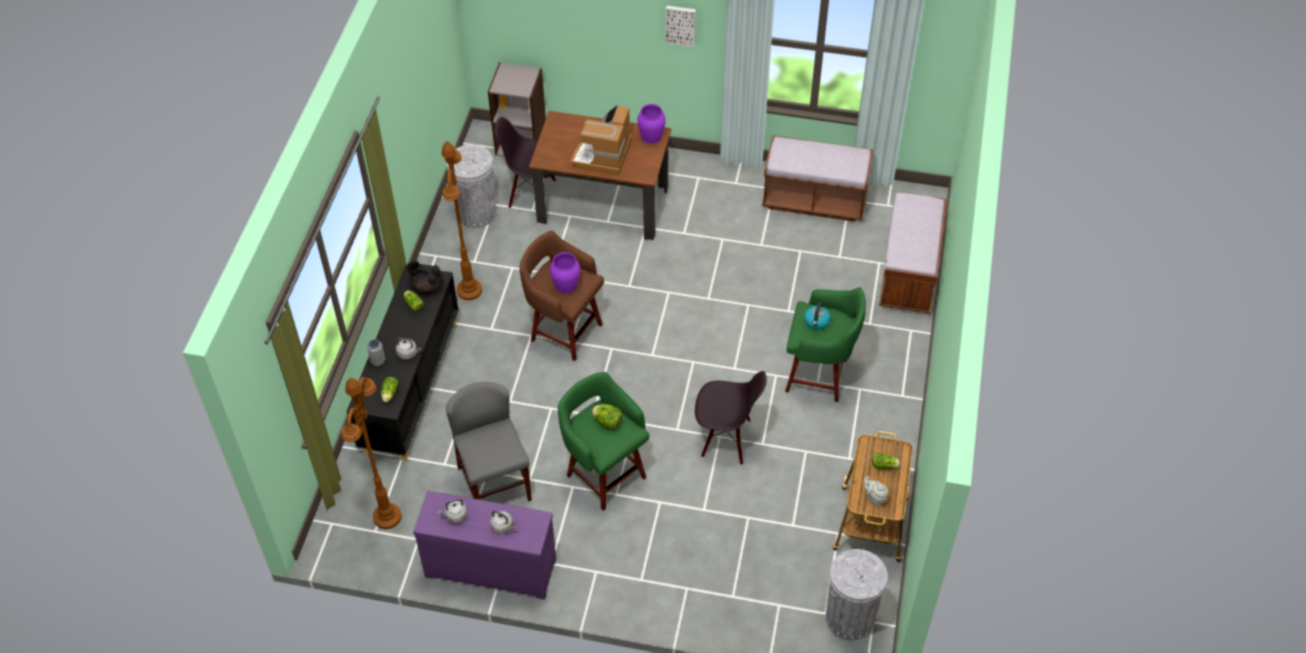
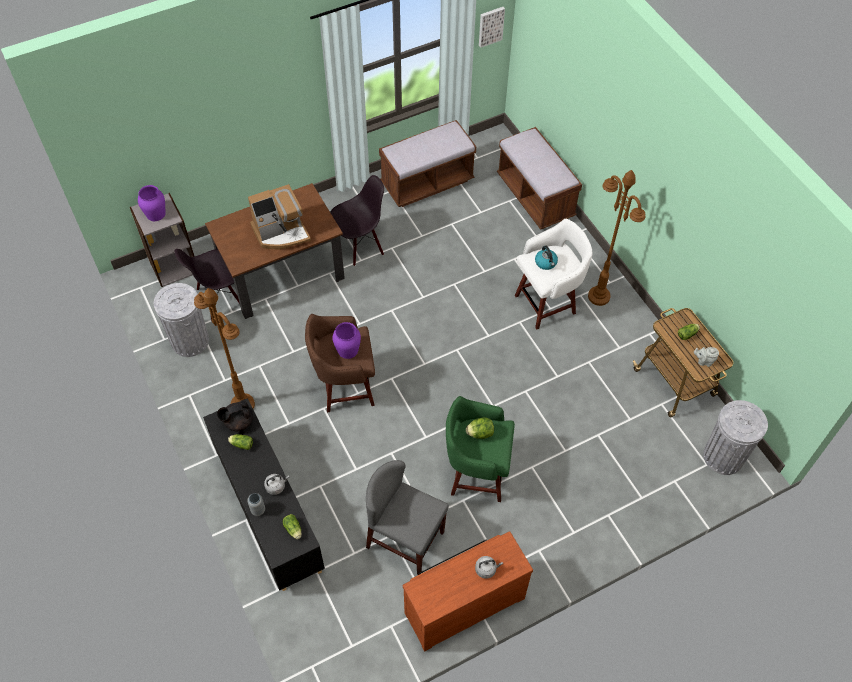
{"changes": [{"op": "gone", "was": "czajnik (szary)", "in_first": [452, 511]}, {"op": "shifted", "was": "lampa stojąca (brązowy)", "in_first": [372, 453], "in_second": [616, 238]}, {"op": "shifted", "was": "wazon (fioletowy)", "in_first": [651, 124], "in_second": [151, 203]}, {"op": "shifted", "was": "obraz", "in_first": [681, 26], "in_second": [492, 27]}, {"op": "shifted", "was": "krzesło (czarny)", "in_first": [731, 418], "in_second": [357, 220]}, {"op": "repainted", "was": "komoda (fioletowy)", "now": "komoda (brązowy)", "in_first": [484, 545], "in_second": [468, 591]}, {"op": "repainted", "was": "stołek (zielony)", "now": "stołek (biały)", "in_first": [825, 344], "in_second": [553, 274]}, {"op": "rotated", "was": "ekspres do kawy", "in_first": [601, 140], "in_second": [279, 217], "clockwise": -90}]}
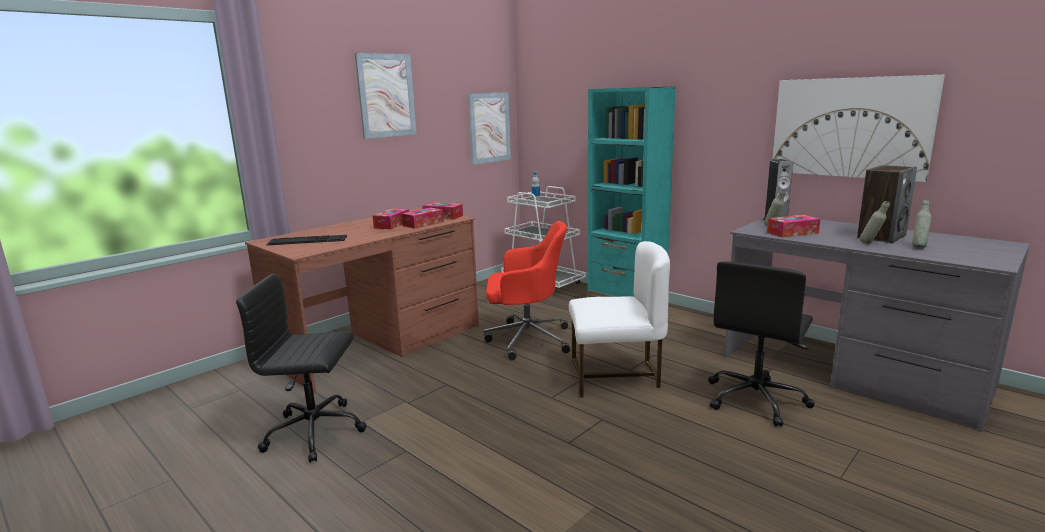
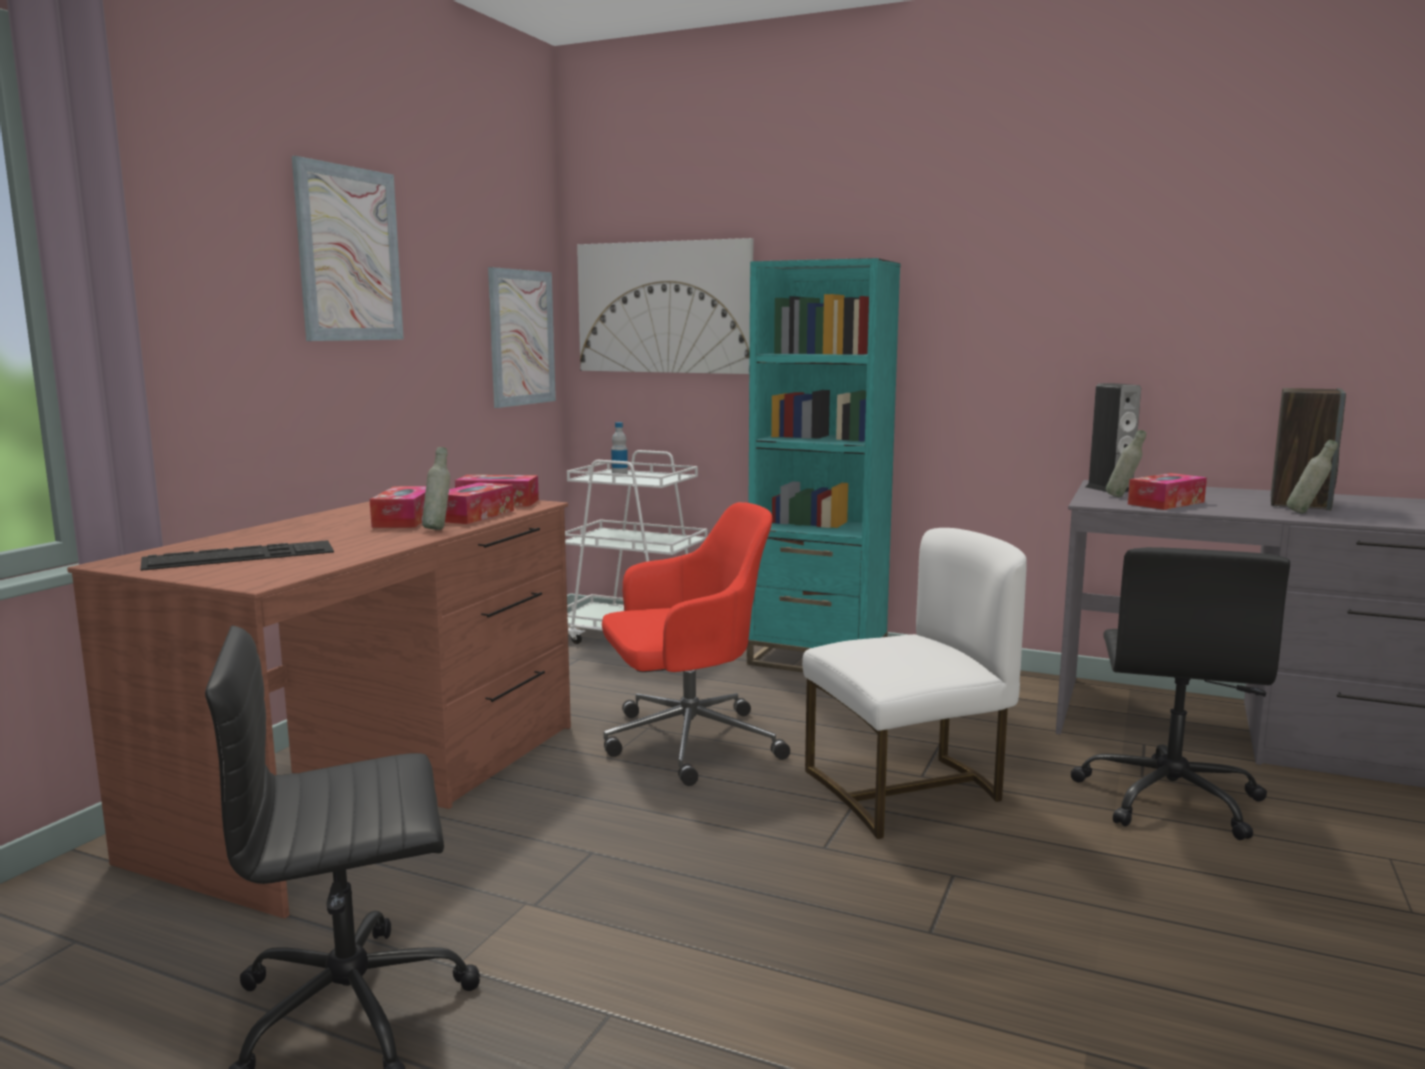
{"changes": [{"op": "shifted", "was": "obraz", "in_first": [859, 128], "in_second": [665, 306]}, {"op": "shifted", "was": "butelka (szary)", "in_first": [921, 224], "in_second": [436, 488]}]}
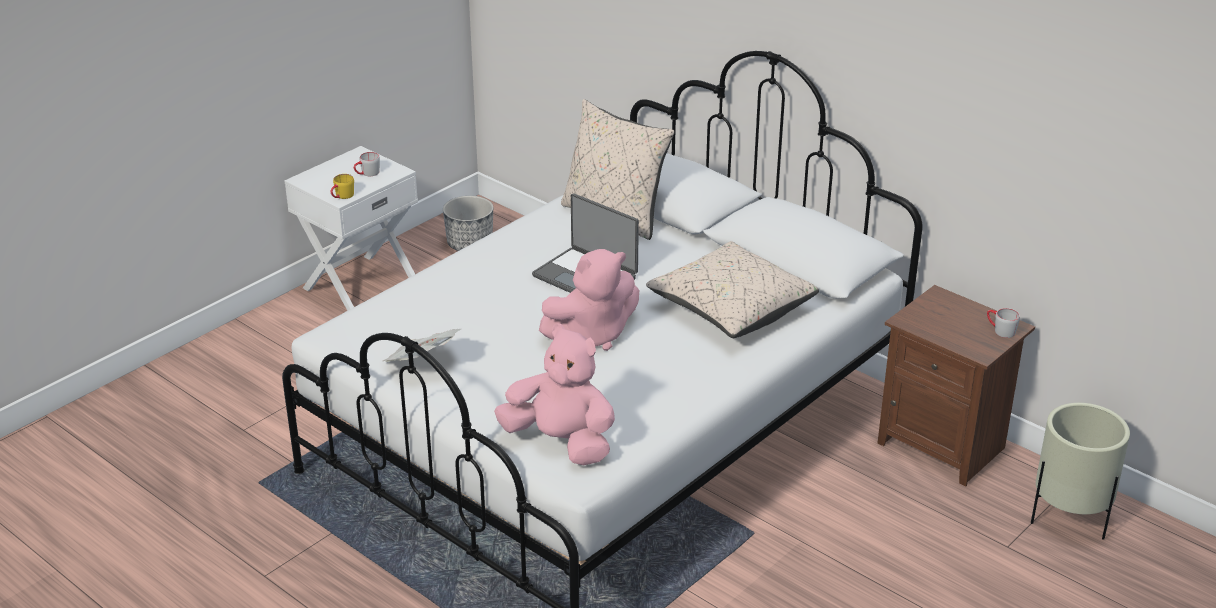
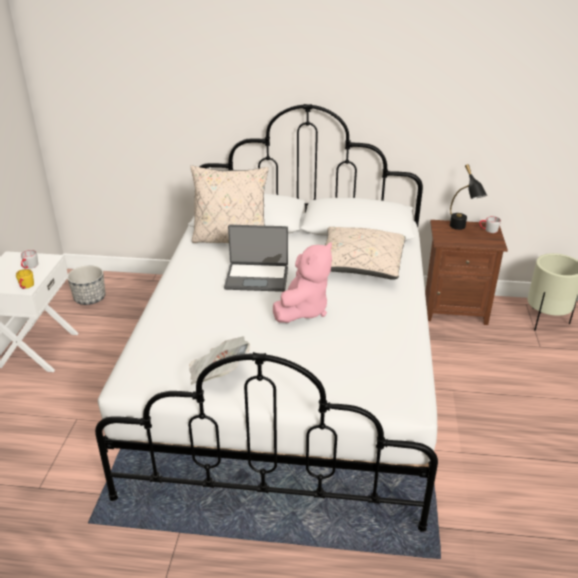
{"changes": [{"op": "gone", "was": "pluszak (różowy)", "in_first": [554, 394]}, {"op": "new", "now": "lampa stołowa (czarny)", "in_second": [468, 197]}]}
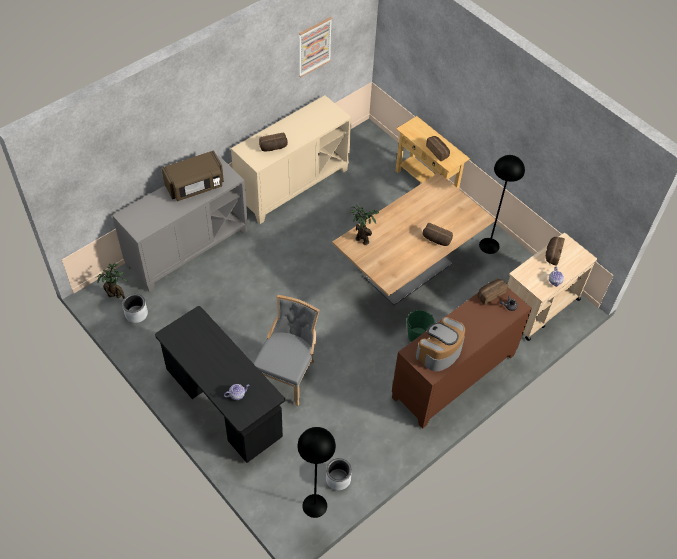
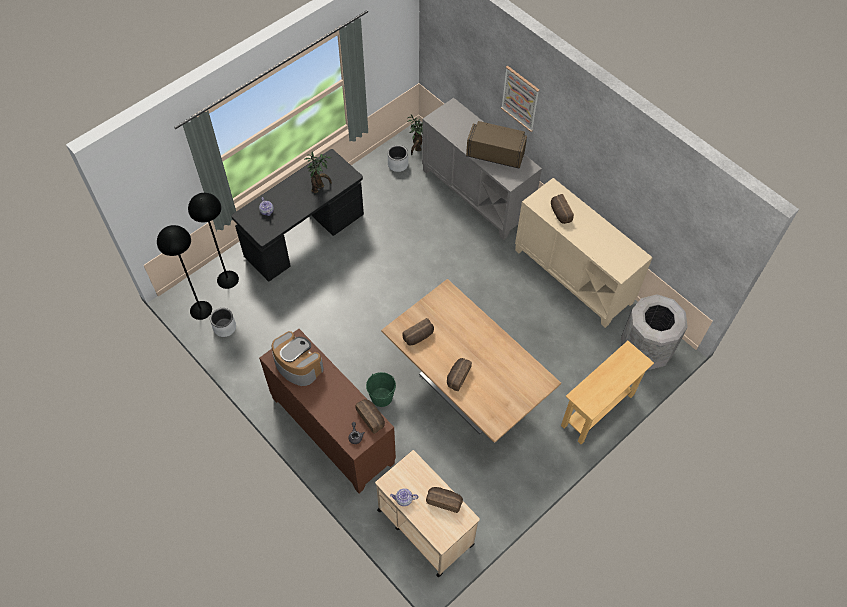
{"changes": [{"op": "gone", "was": "krzesło (szary)", "in_first": [286, 350]}, {"op": "new", "now": "kosz na śmieci (szary)", "in_second": [654, 332]}, {"op": "shifted", "was": "obraz", "in_first": [315, 47], "in_second": [520, 99]}, {"op": "shifted", "was": "roślina doniczkowa", "in_first": [365, 225], "in_second": [318, 172]}, {"op": "shifted", "was": "chleb", "in_first": [438, 148], "in_second": [418, 332]}, {"op": "shifted", "was": "lampa stojąca (czarny)", "in_first": [502, 204], "in_second": [213, 241]}, {"op": "rotated", "was": "mikrofalówka (brązowy)", "in_first": [193, 175], "in_second": [496, 145], "clockwise": 135}]}
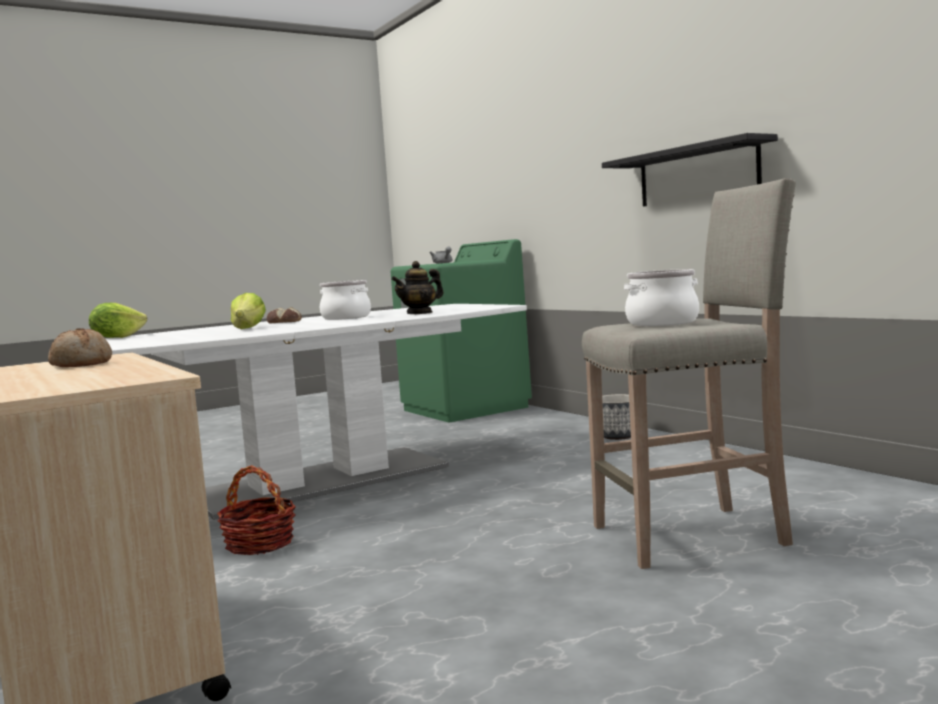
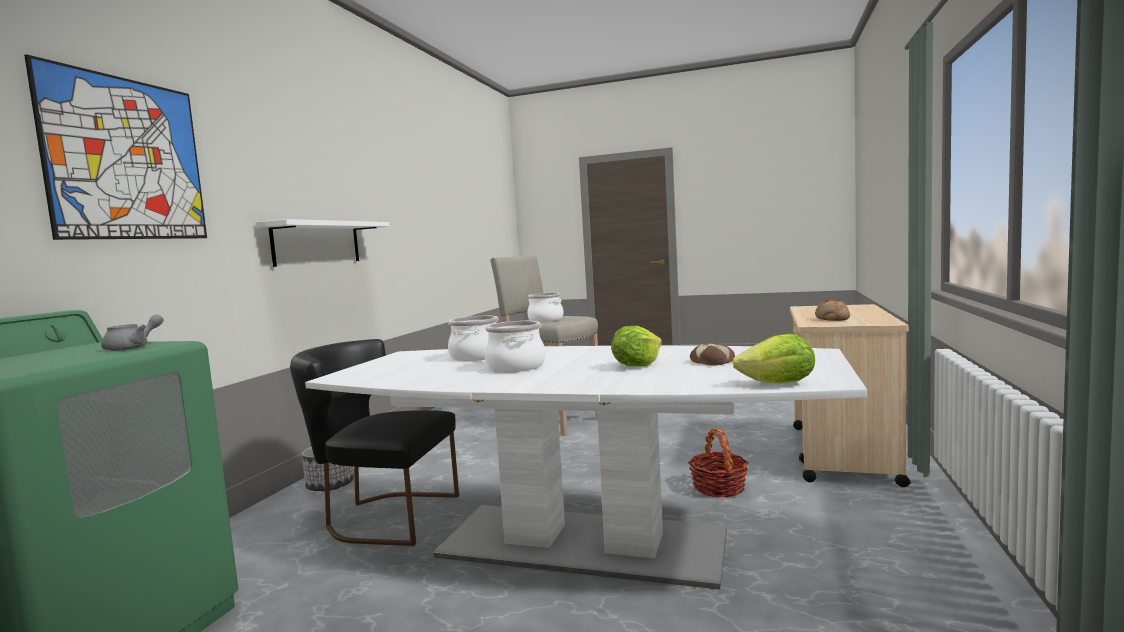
{"changes": [{"op": "new", "now": "obraz", "in_second": [115, 147]}, {"op": "new", "now": "krzesło (czarny)", "in_second": [374, 442]}, {"op": "shifted", "was": "chleb", "in_first": [284, 315], "in_second": [712, 354]}, {"op": "swapped", "was": "imbryk", "now": "garnek", "in_first": [417, 287], "in_second": [473, 338]}, {"op": "repainted", "was": "półka (czarny)", "now": "półka (biały)", "in_first": [690, 170], "in_second": [322, 243]}]}
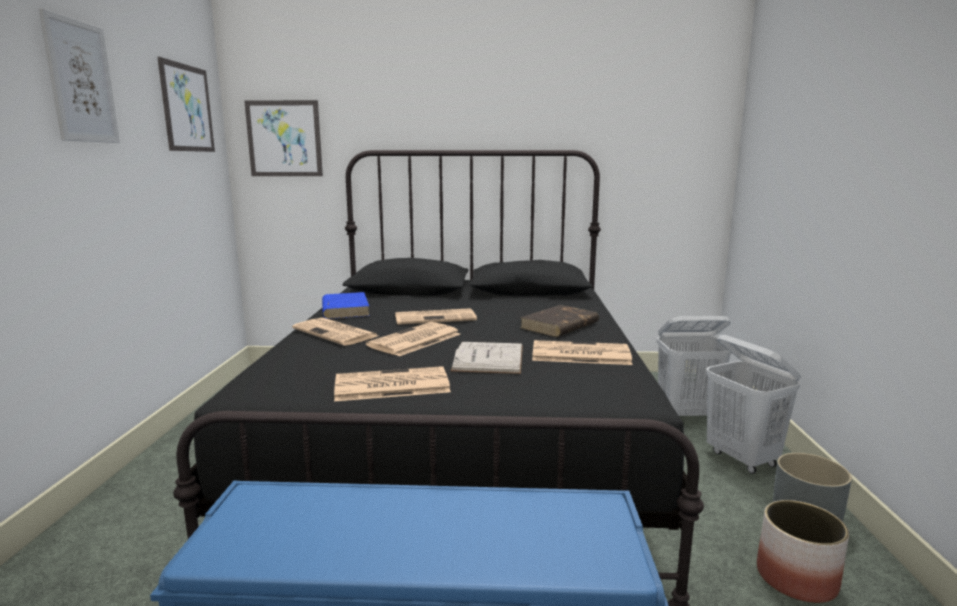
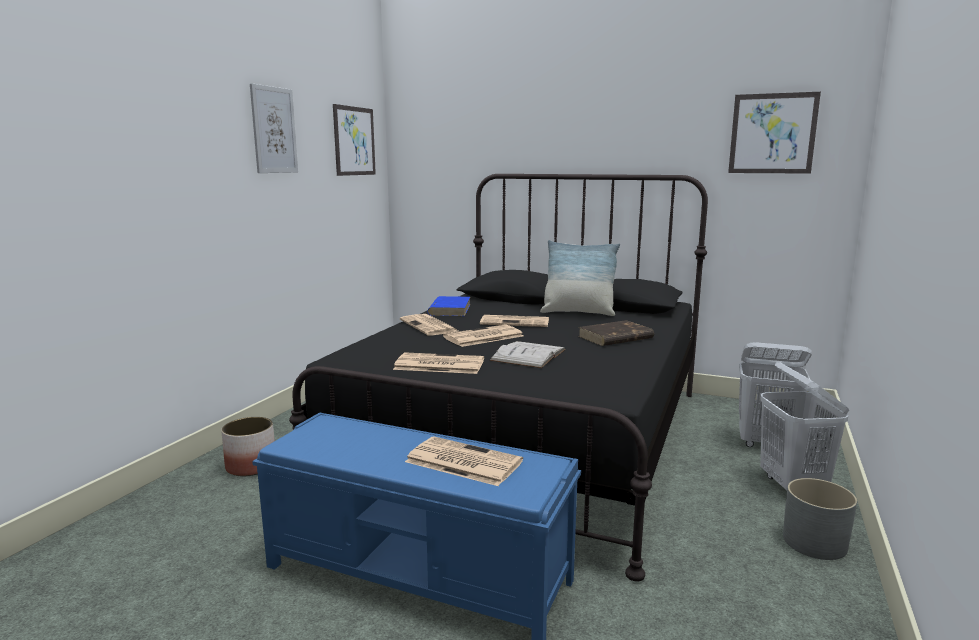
{"changes": [{"op": "new", "now": "poduszka", "in_second": [580, 278]}, {"op": "shifted", "was": "obraz", "in_first": [283, 138], "in_second": [774, 133]}, {"op": "shifted", "was": "gazeta", "in_first": [582, 352], "in_second": [464, 461]}, {"op": "shifted", "was": "donica", "in_first": [803, 551], "in_second": [248, 446]}]}
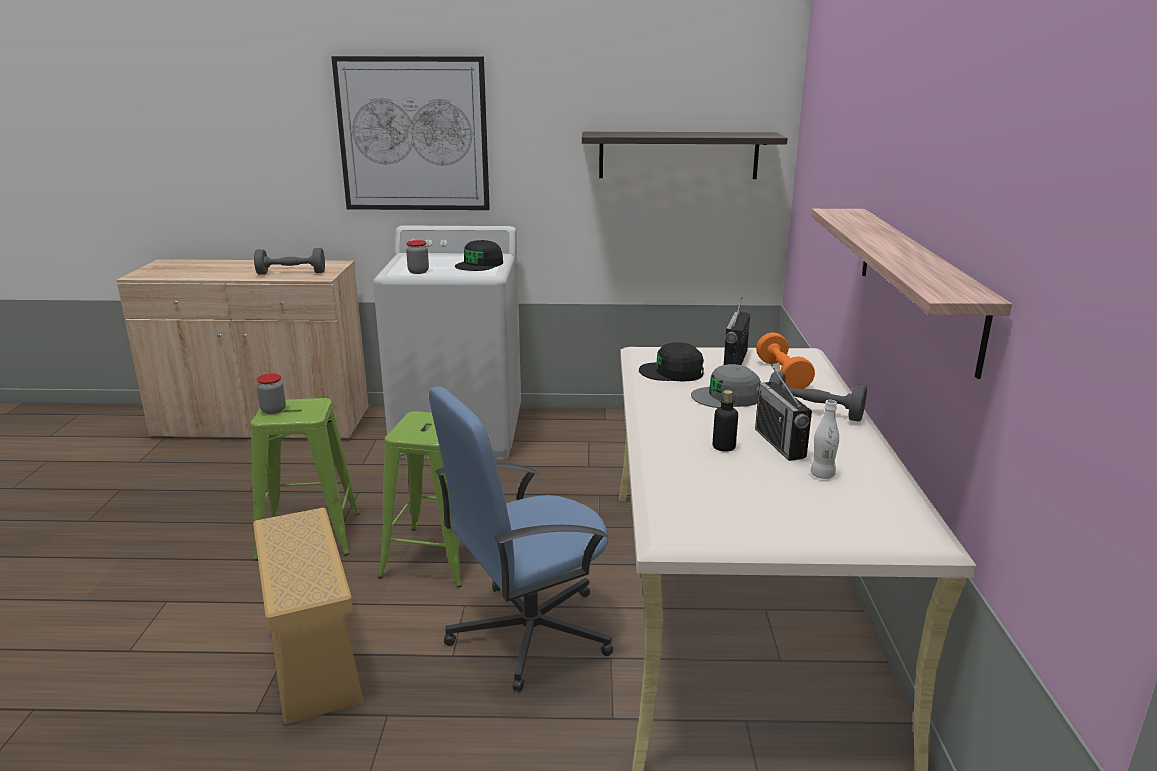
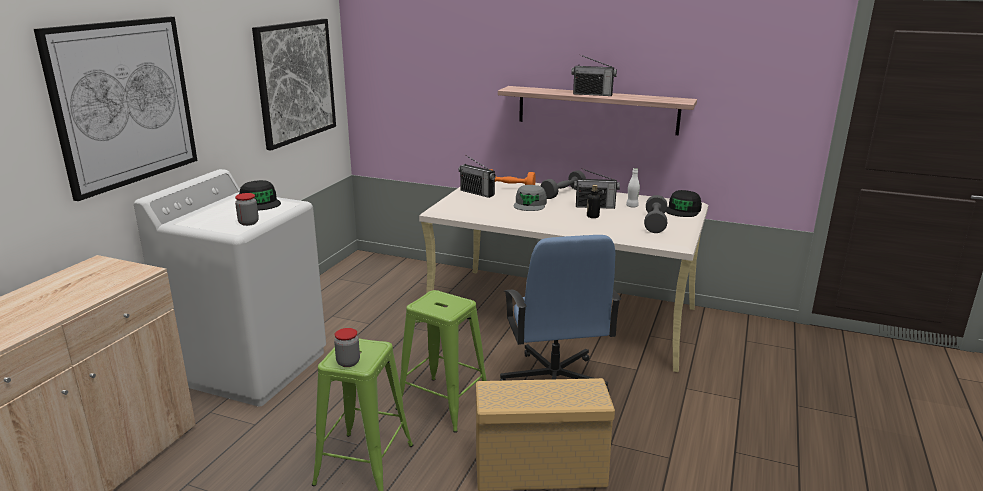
{"changes": [{"op": "new", "now": "radio", "in_second": [594, 75]}, {"op": "shifted", "was": "hantel (szary)", "in_first": [289, 261], "in_second": [655, 214]}, {"op": "shifted", "was": "czapka z daszkiem (czarny)", "in_first": [671, 362], "in_second": [684, 203]}, {"op": "swapped", "was": "półka", "now": "obraz", "in_first": [685, 155], "in_second": [294, 84]}]}
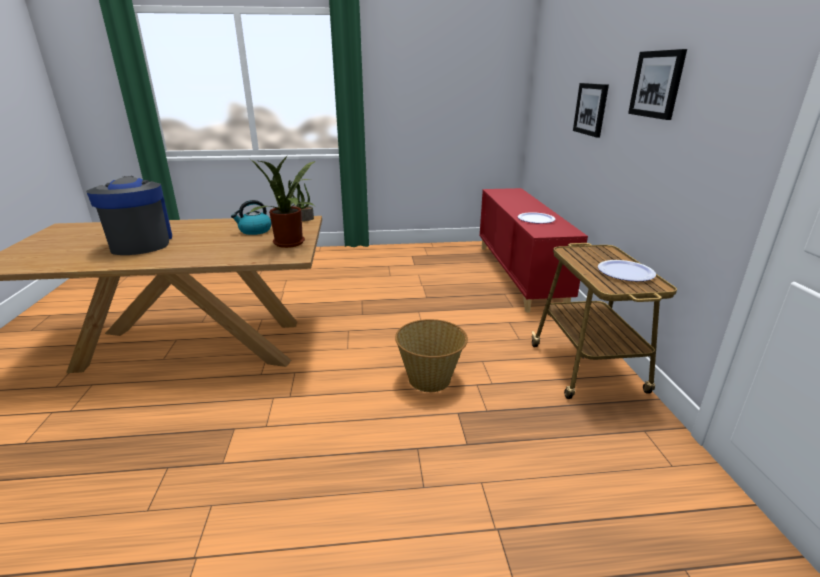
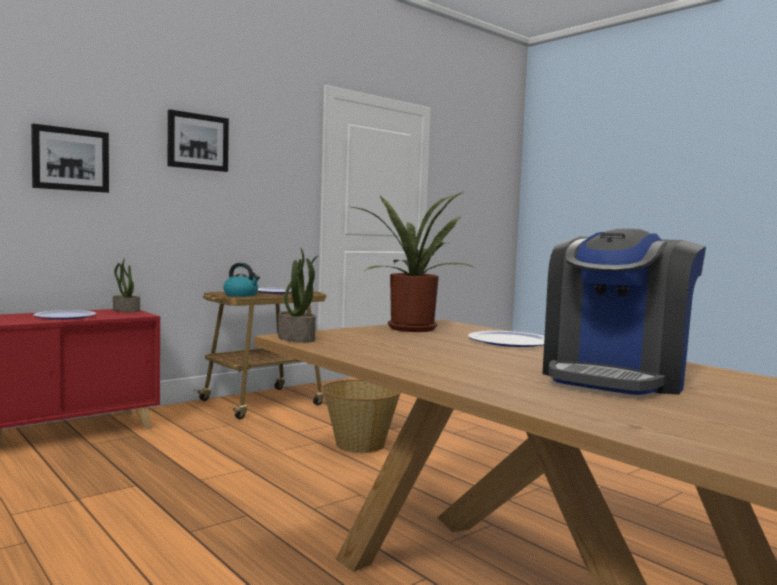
{"changes": [{"op": "new", "now": "roślina doniczkowa", "in_second": [126, 285]}, {"op": "new", "now": "talerz", "in_second": [506, 339]}, {"op": "shifted", "was": "czajnik", "in_first": [251, 217], "in_second": [241, 280]}]}
